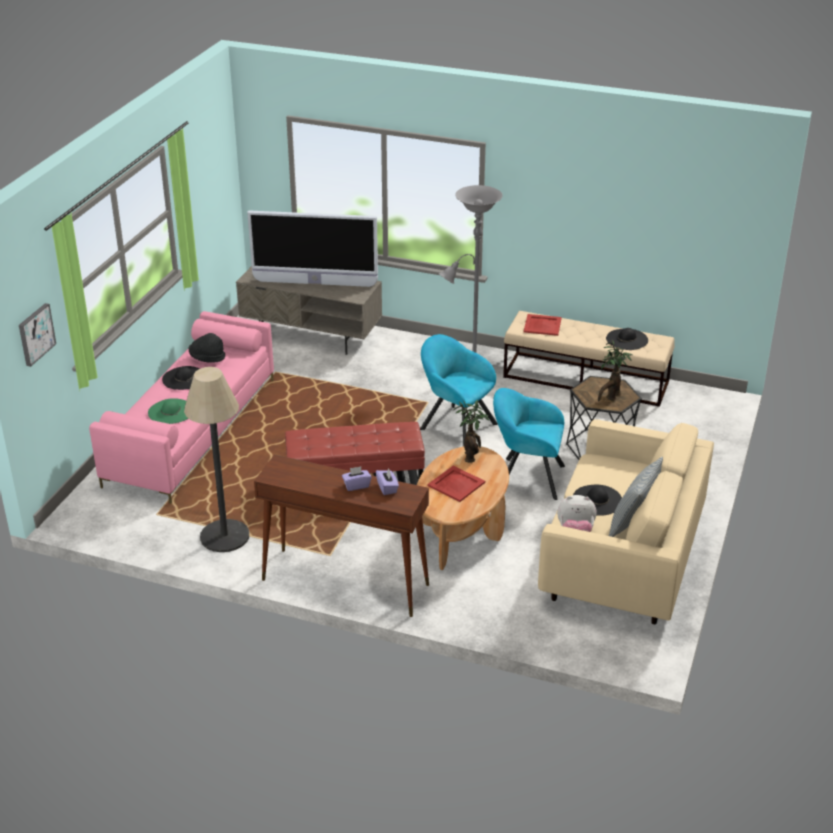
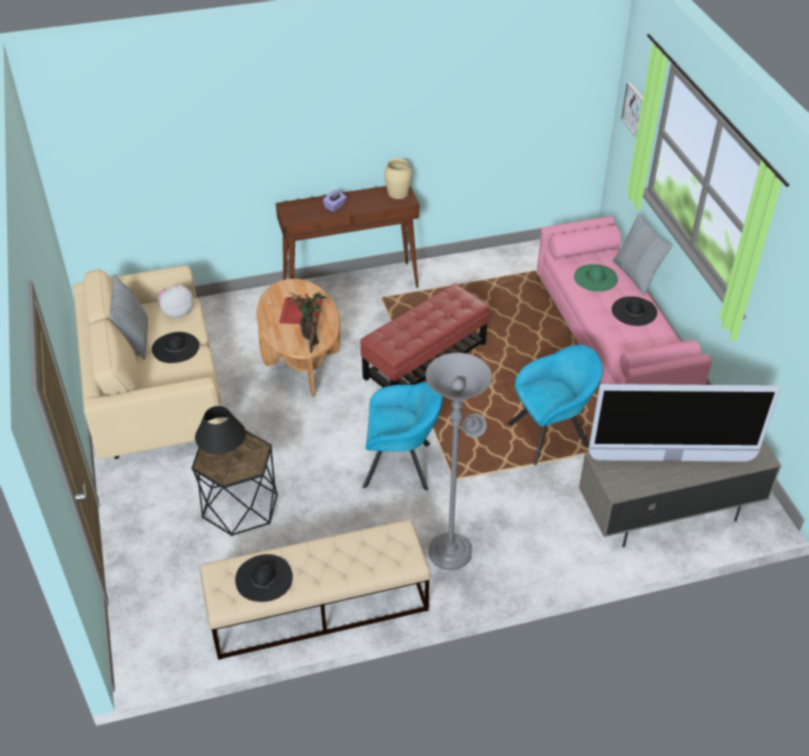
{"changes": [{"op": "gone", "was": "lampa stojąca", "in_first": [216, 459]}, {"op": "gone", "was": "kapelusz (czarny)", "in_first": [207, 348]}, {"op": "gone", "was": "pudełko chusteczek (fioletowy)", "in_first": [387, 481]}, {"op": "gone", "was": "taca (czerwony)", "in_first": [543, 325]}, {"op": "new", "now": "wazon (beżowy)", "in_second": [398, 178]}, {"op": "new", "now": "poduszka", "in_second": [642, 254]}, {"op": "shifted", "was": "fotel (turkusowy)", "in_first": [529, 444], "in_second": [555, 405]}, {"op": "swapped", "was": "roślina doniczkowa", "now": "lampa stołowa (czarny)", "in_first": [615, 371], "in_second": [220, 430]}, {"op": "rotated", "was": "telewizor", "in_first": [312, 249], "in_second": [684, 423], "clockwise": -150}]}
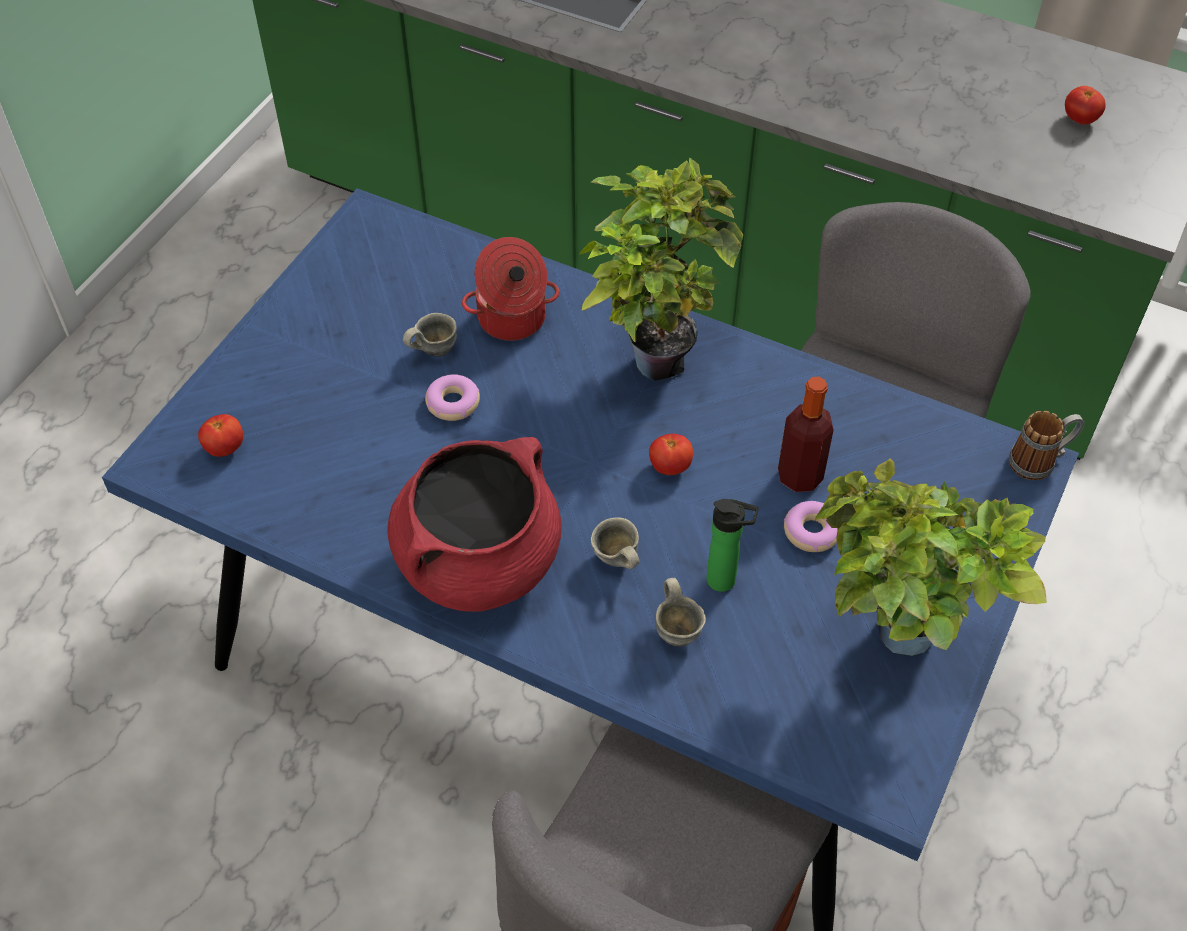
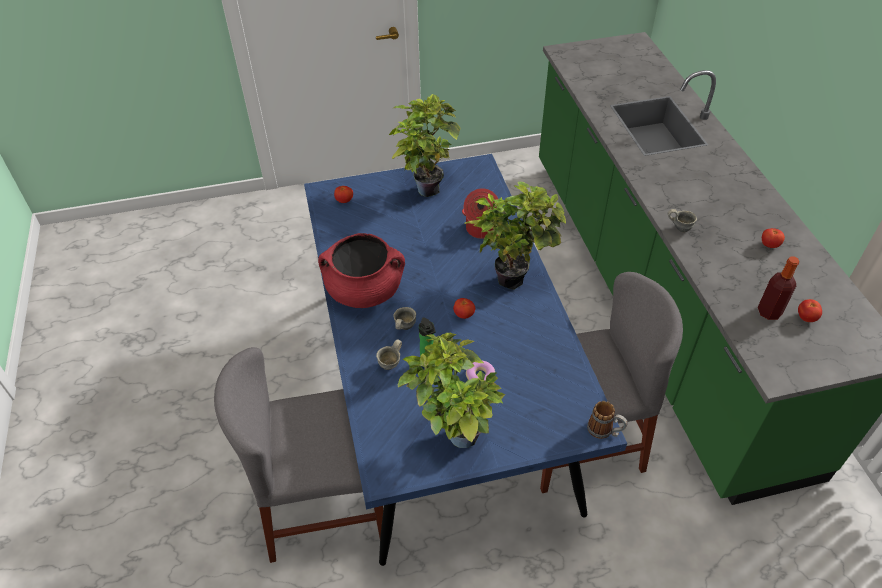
{"changes": [{"op": "gone", "was": "donut", "in_first": [452, 397]}, {"op": "new", "now": "roślina doniczkowa", "in_second": [424, 145]}, {"op": "new", "now": "pomidor", "in_second": [773, 238]}, {"op": "shifted", "was": "kubek (szary)", "in_first": [430, 335], "in_second": [682, 220]}, {"op": "shifted", "was": "butelka", "in_first": [805, 434], "in_second": [778, 288]}]}
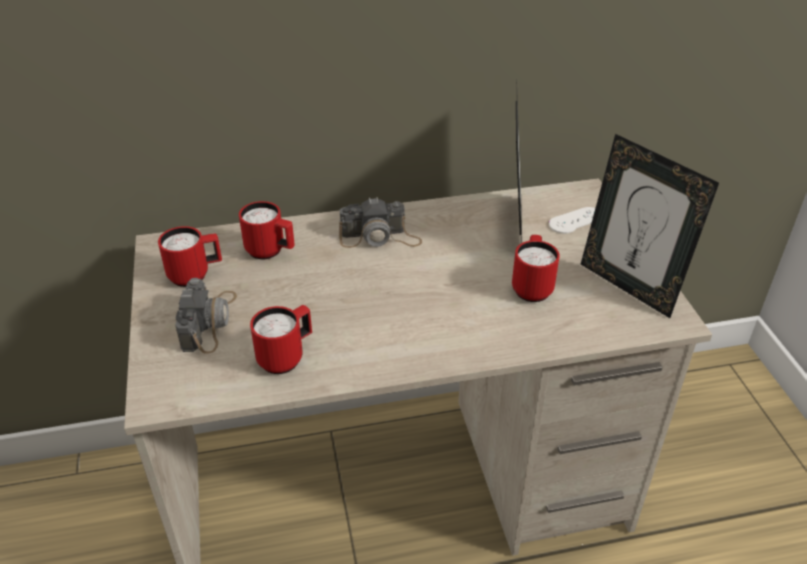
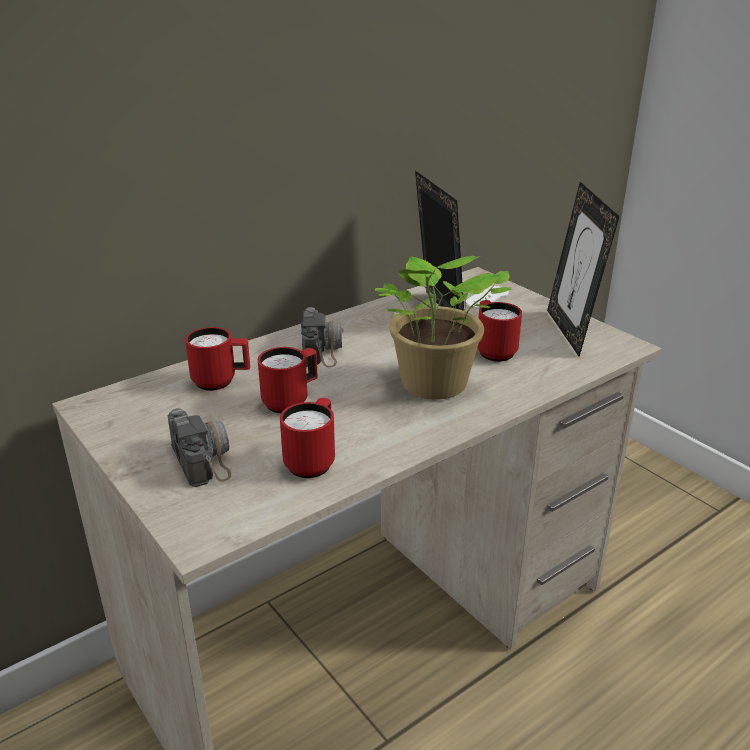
{"changes": [{"op": "new", "now": "roślina doniczkowa", "in_second": [443, 327]}, {"op": "shifted", "was": "kubek (czerwony)", "in_first": [190, 256], "in_second": [288, 380]}, {"op": "rotated", "was": "aparat fotograficzny", "in_first": [380, 223], "in_second": [322, 337], "clockwise": -60}, {"op": "rotated", "was": "ramka na zdjęcie", "in_first": [650, 226], "in_second": [583, 269], "clockwise": 60}]}
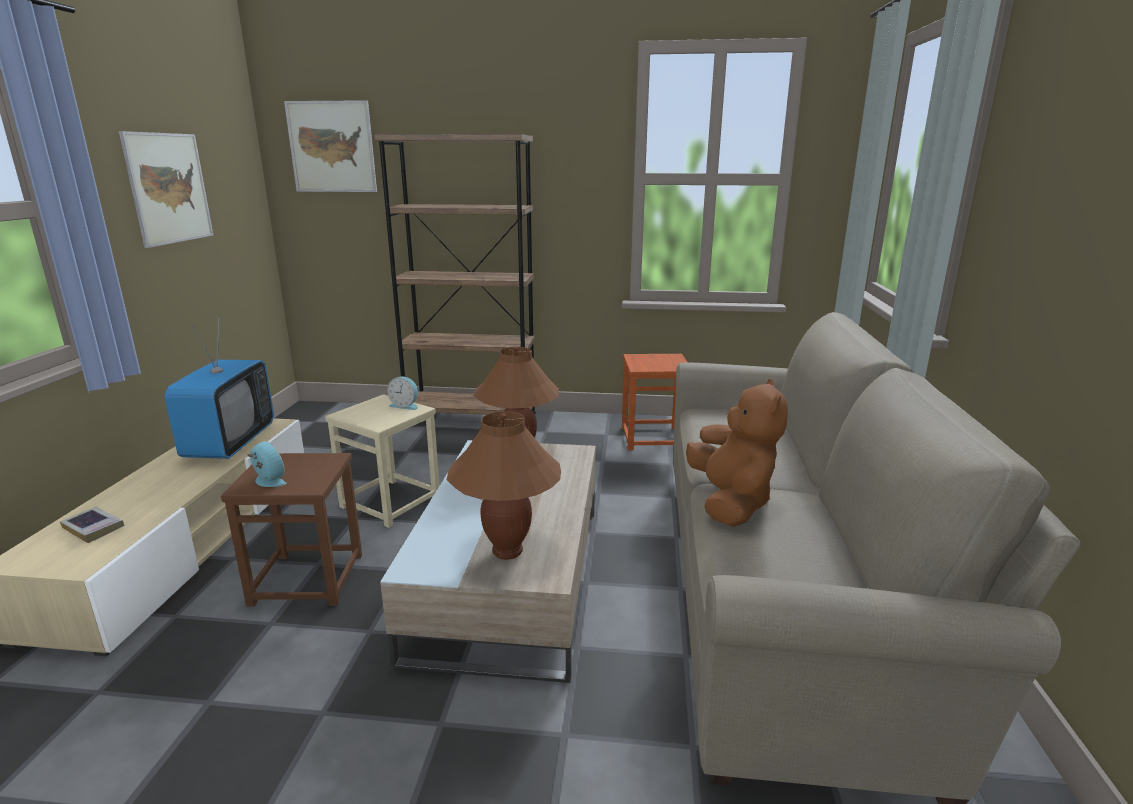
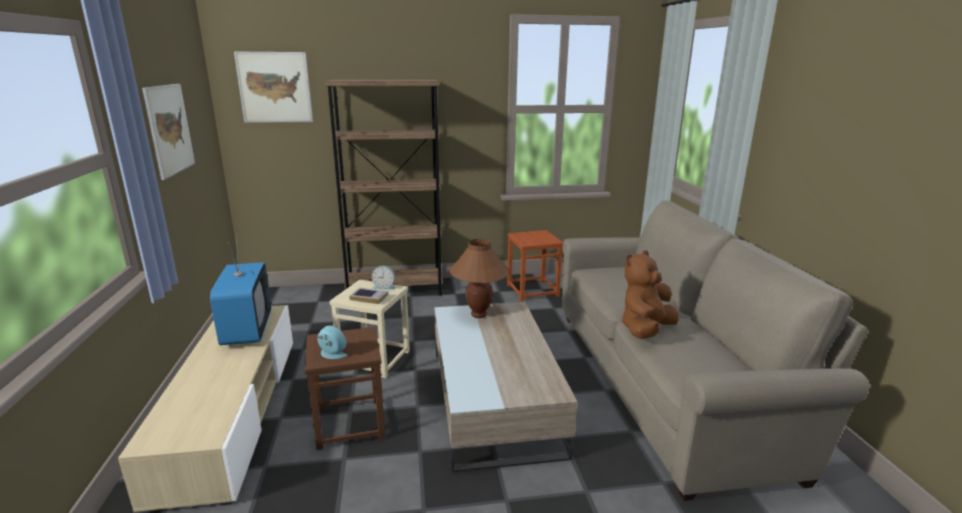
{"changes": [{"op": "gone", "was": "lampa stołowa (brązowy)", "in_first": [503, 485]}, {"op": "shifted", "was": "książka", "in_first": [92, 525], "in_second": [368, 296]}, {"op": "rotated", "was": "pluszak (brązowy)", "in_first": [737, 452], "in_second": [650, 294], "clockwise": -120}]}
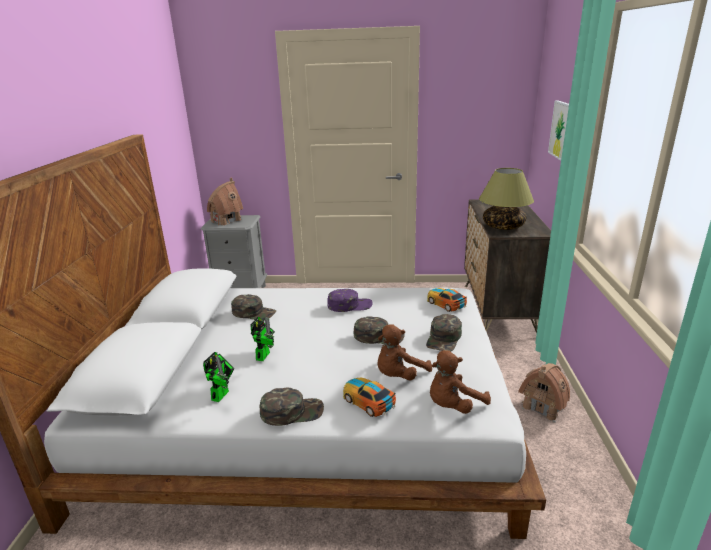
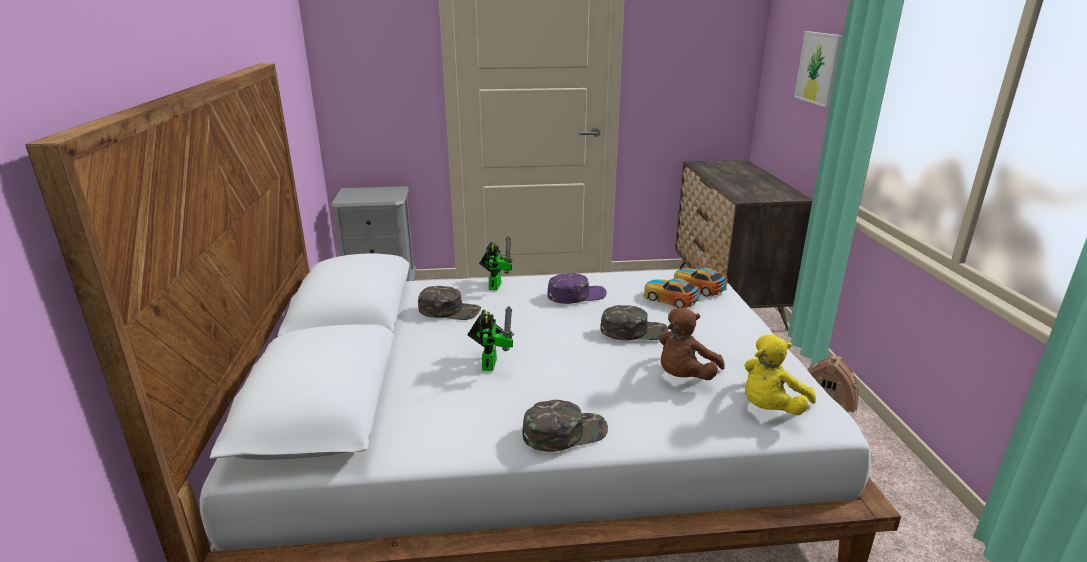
{"changes": [{"op": "gone", "was": "domek", "in_first": [225, 202]}, {"op": "gone", "was": "czapka z daszkiem (zielony)", "in_first": [444, 333]}, {"op": "gone", "was": "lampa stołowa", "in_first": [506, 199]}, {"op": "shifted", "was": "robot zabawkowy", "in_first": [218, 377], "in_second": [496, 263]}, {"op": "shifted", "was": "samochodzik", "in_first": [369, 397], "in_second": [672, 293]}, {"op": "repainted", "was": "pluszak (brązowy)", "now": "pluszak (żółty)", "in_first": [460, 382], "in_second": [780, 375]}]}
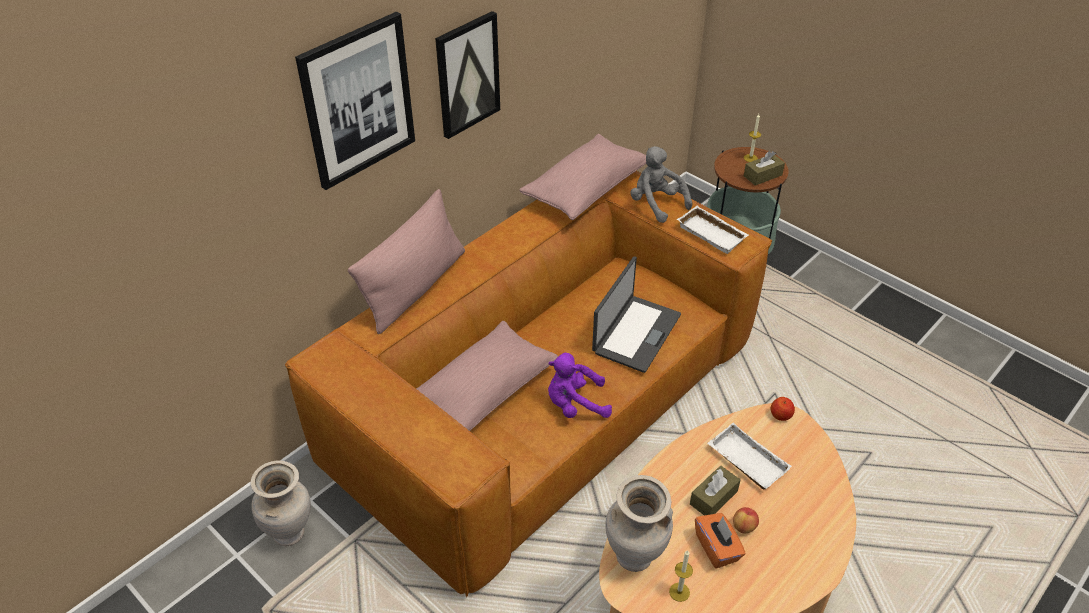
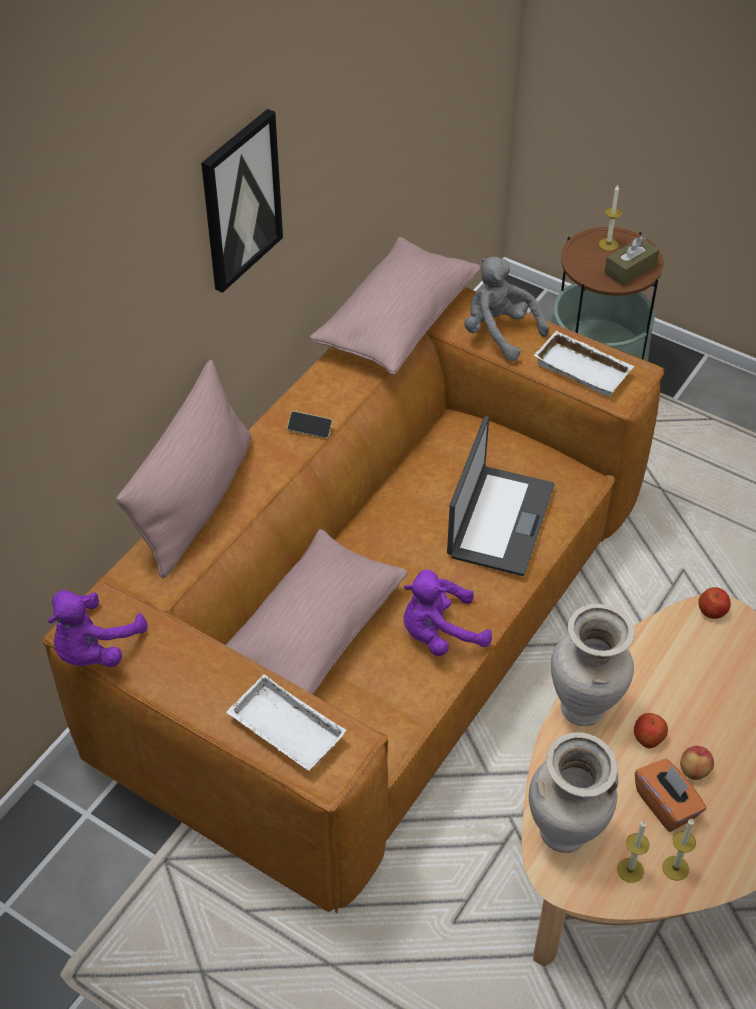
{"changes": [{"op": "gone", "was": "obraz", "in_first": [355, 101]}, {"op": "new", "now": "pluszak (fioletowy)", "in_second": [97, 628]}, {"op": "new", "now": "telefon", "in_second": [310, 424]}, {"op": "new", "now": "świeca", "in_second": [679, 850]}, {"op": "shifted", "was": "wazon (beżowy)", "in_first": [281, 504], "in_second": [593, 665]}, {"op": "shifted", "was": "taca (biały)", "in_first": [749, 456], "in_second": [286, 722]}, {"op": "swapped", "was": "pudełko chusteczek (brązowy)", "now": "jabłko", "in_first": [715, 491], "in_second": [651, 730]}]}
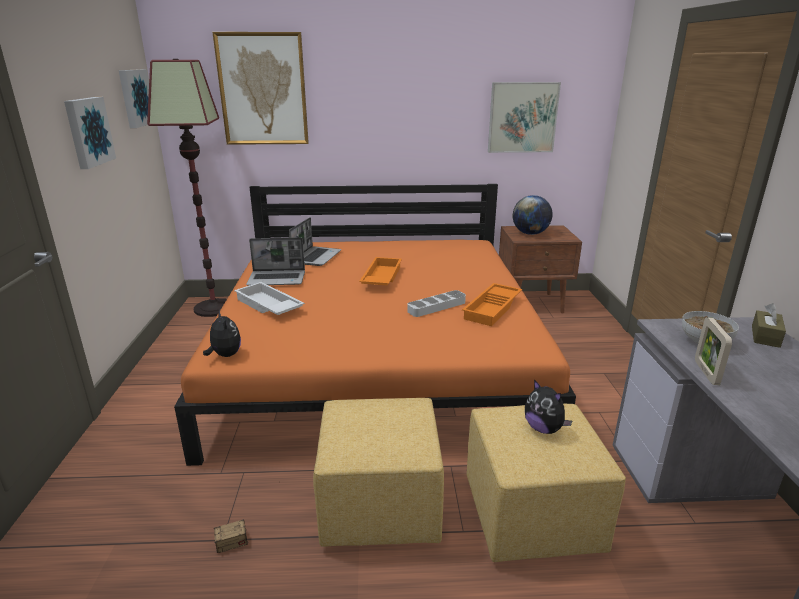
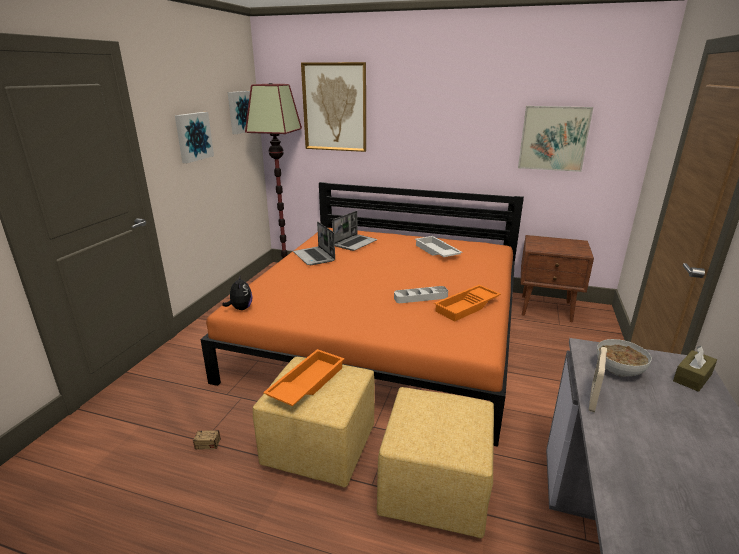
{"changes": [{"op": "gone", "was": "globus", "in_first": [532, 215]}, {"op": "gone", "was": "pluszak", "in_first": [548, 407]}, {"op": "shifted", "was": "taca (biały)", "in_first": [269, 298], "in_second": [439, 246]}, {"op": "shifted", "was": "taca (pomarańczowy)", "in_first": [380, 271], "in_second": [303, 377]}, {"op": "rotated", "was": "laptop", "in_first": [275, 261], "in_second": [314, 243], "clockwise": 45}]}
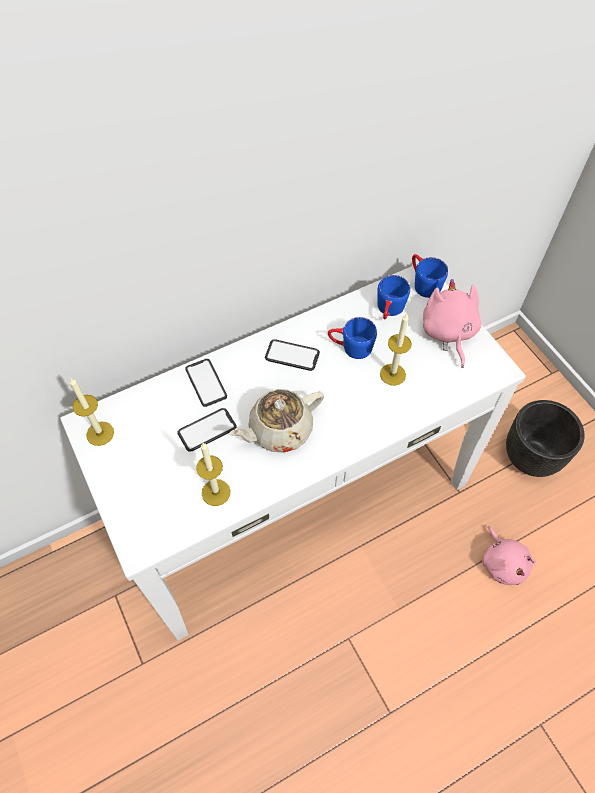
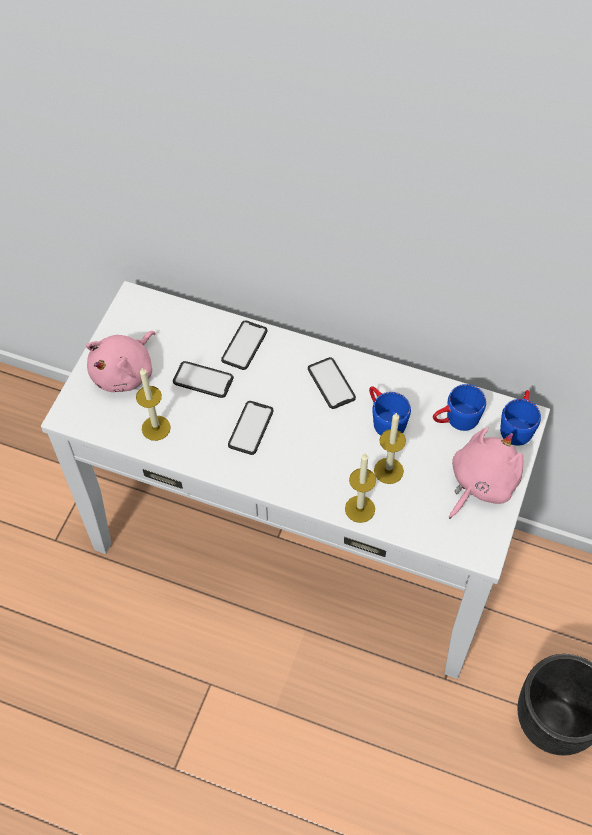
{"changes": [{"op": "shifted", "was": "świeca", "in_first": [92, 412], "in_second": [360, 488]}, {"op": "shifted", "was": "pluszak (różowy)", "in_first": [509, 555], "in_second": [121, 361]}, {"op": "swapped", "was": "imbryk (beżowy)", "now": "telefon", "in_first": [276, 421], "in_second": [250, 428]}]}
